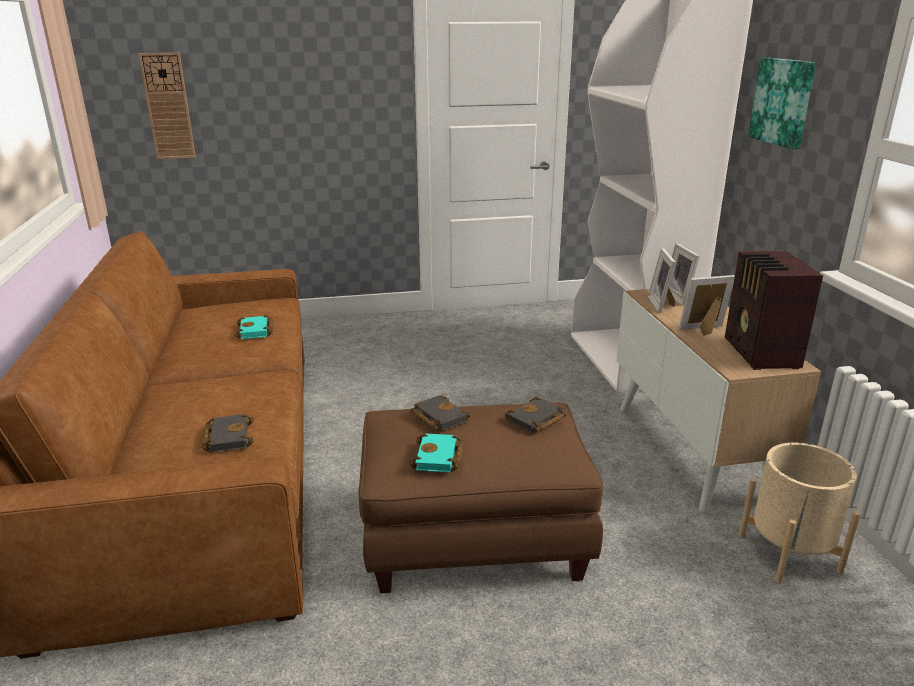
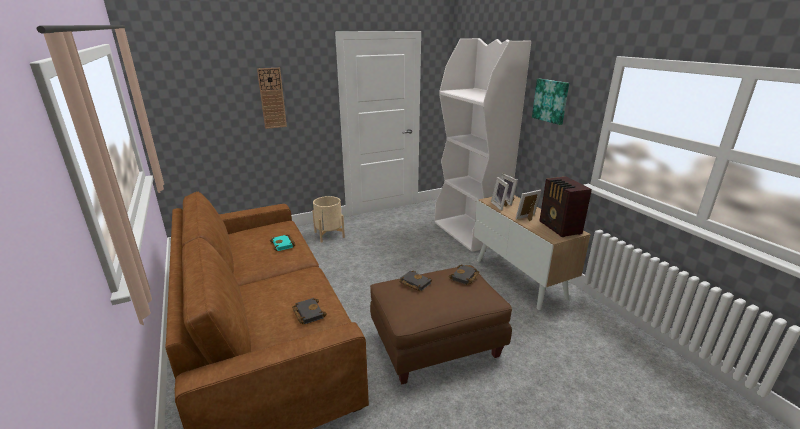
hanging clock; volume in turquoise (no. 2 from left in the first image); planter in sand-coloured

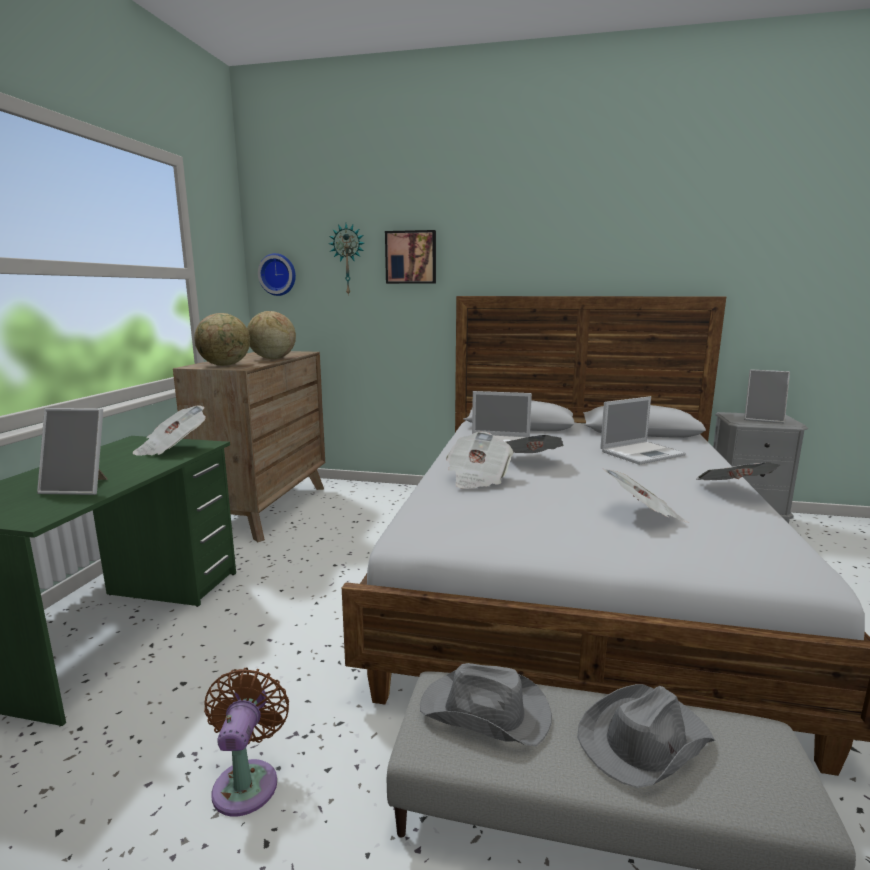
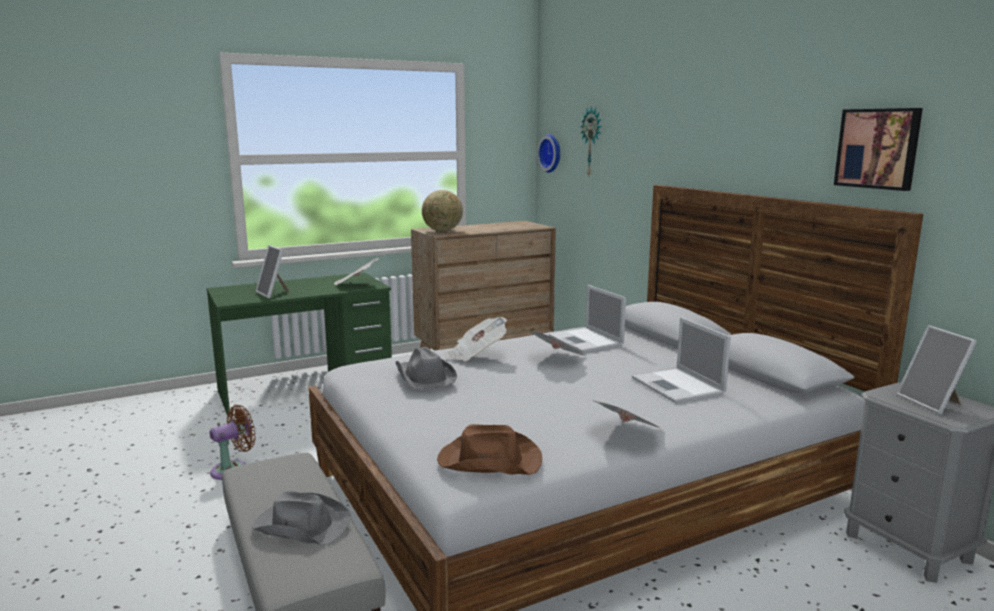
globe (no. 2 from left in the first image); picture; clothing hat in grey (no. 2 from left); portable computer (no. 2 from left); newspaper (no. 4 from left in the first image); clothing hat in brown-coloured

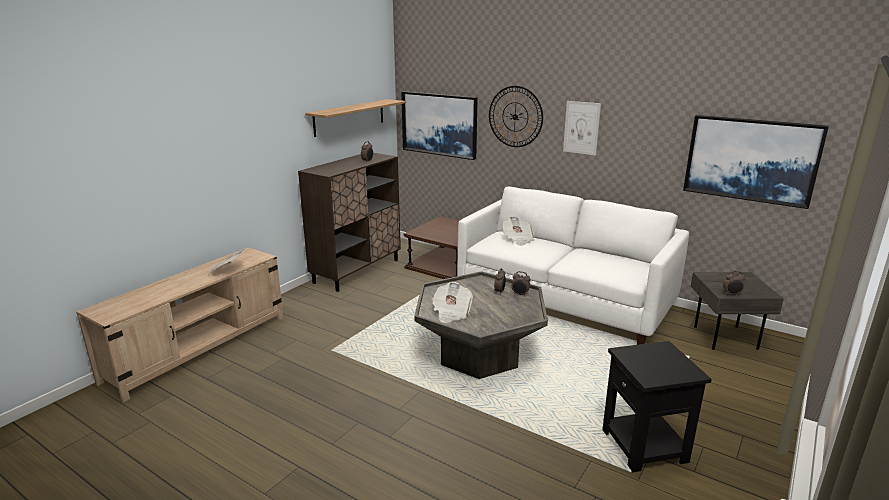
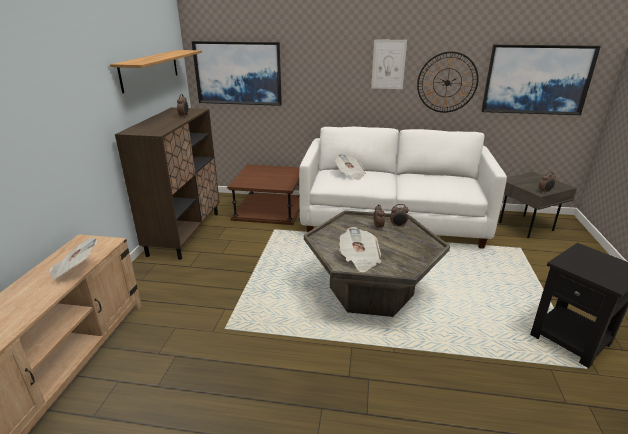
hanging clock

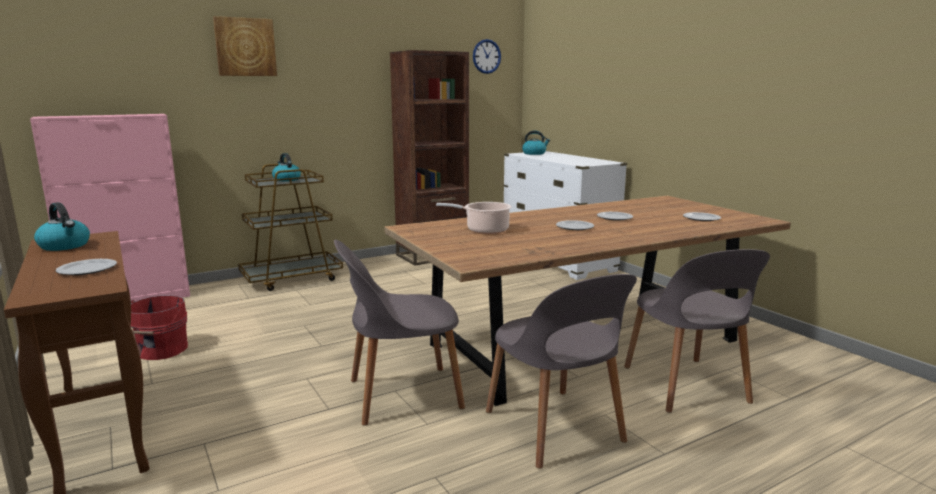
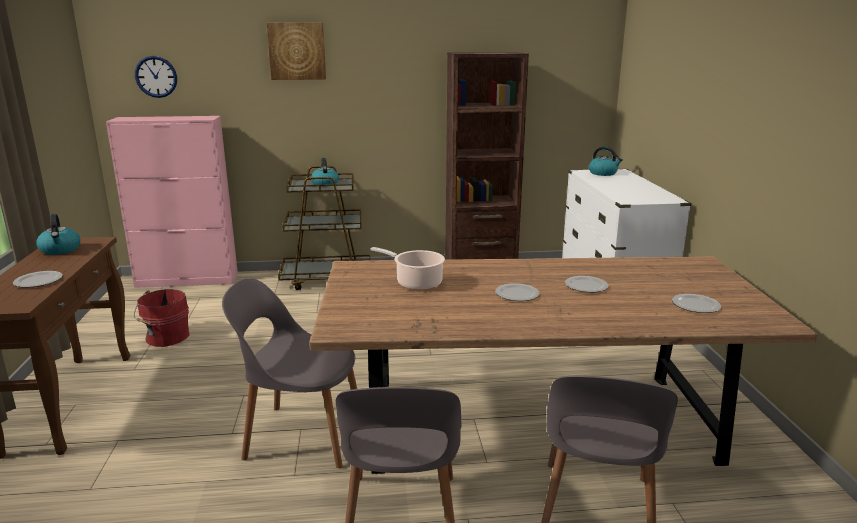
hanging clock

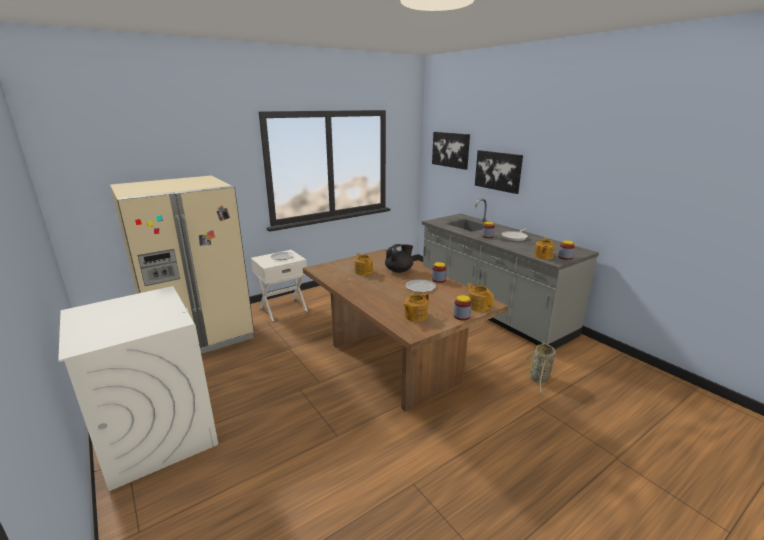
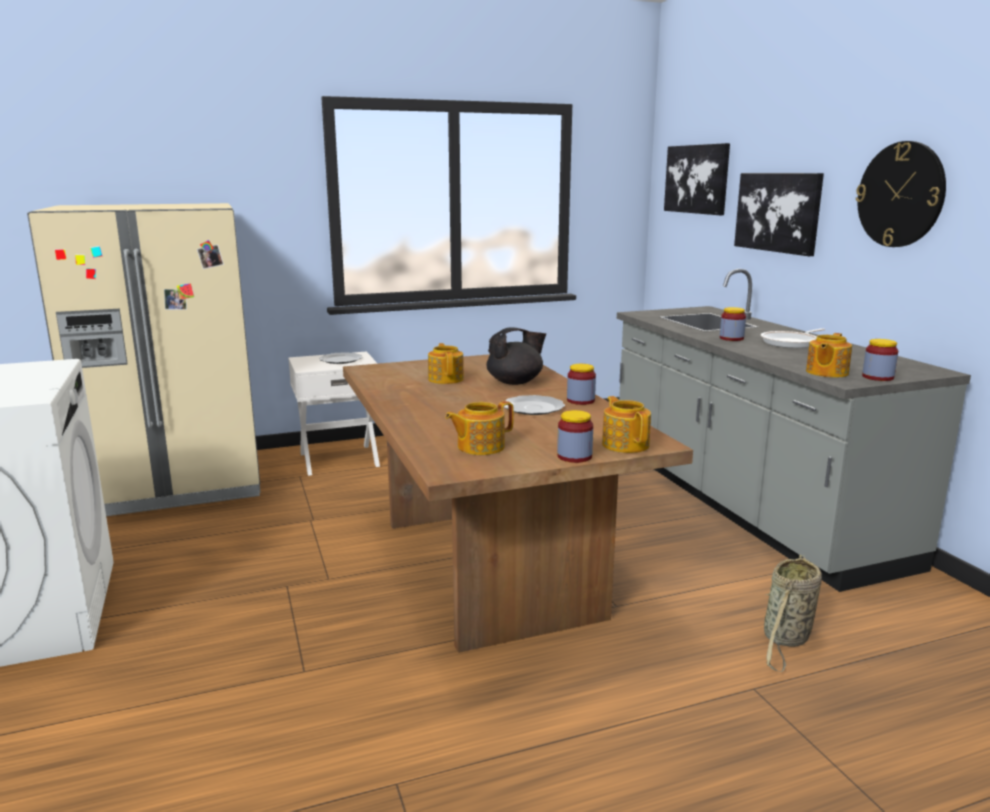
hanging clock

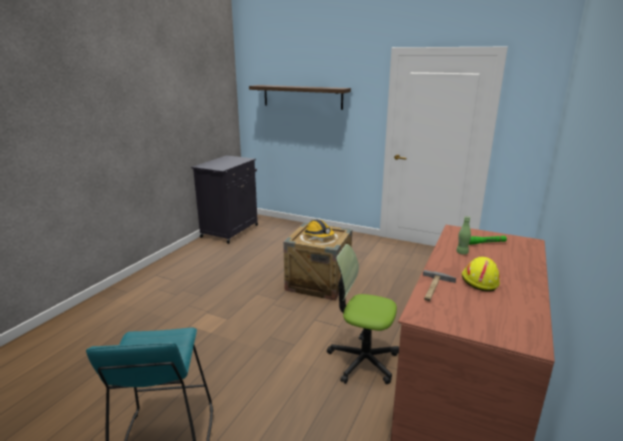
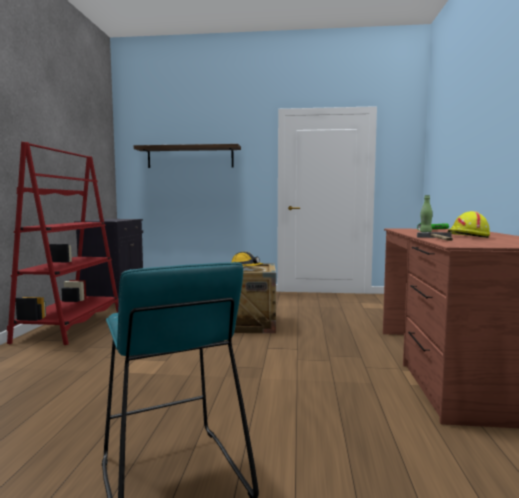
desk chair; bookcase in reddish

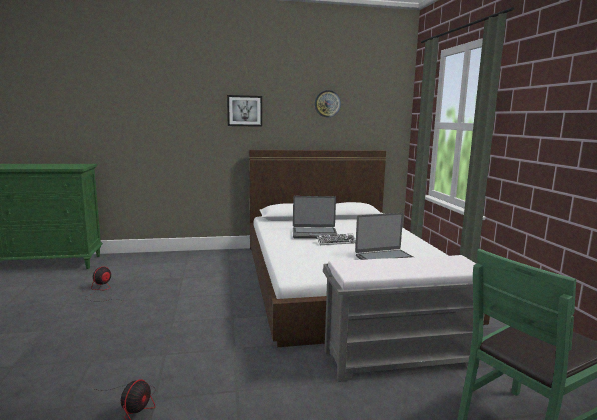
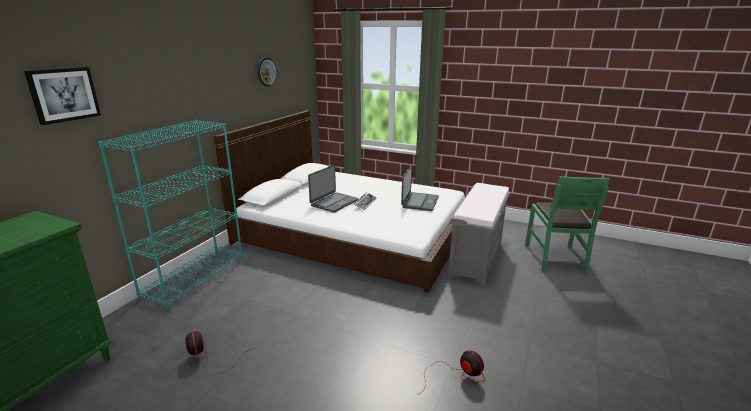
picture; bookcase in turquoise

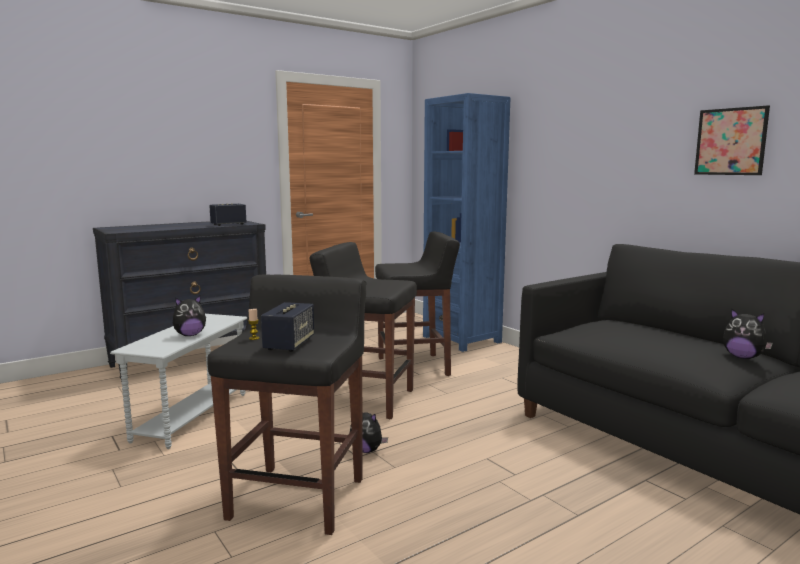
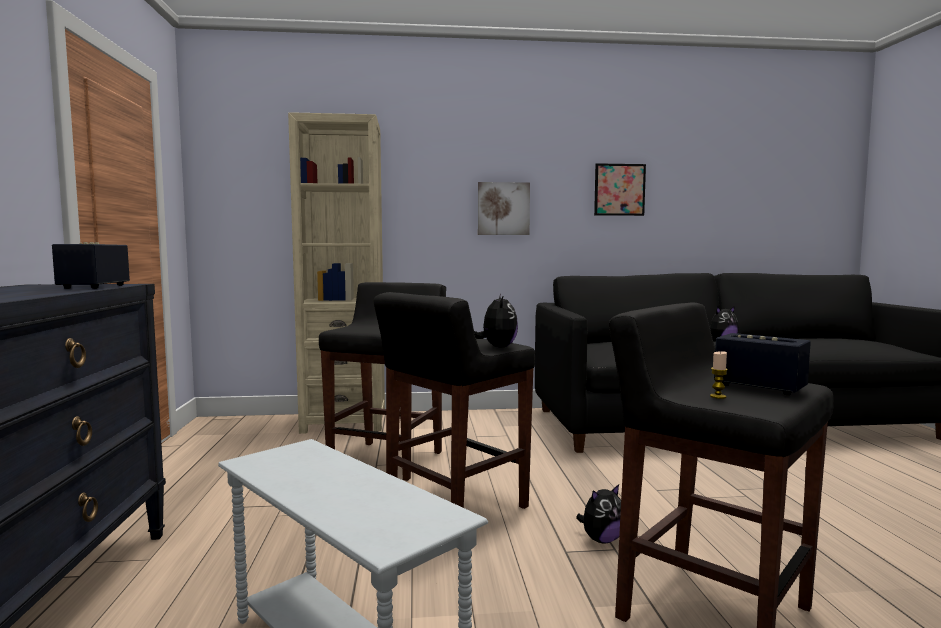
soft toy (no. 1 from left); bookcase in sand-coloured; picture (no. 1 from left)

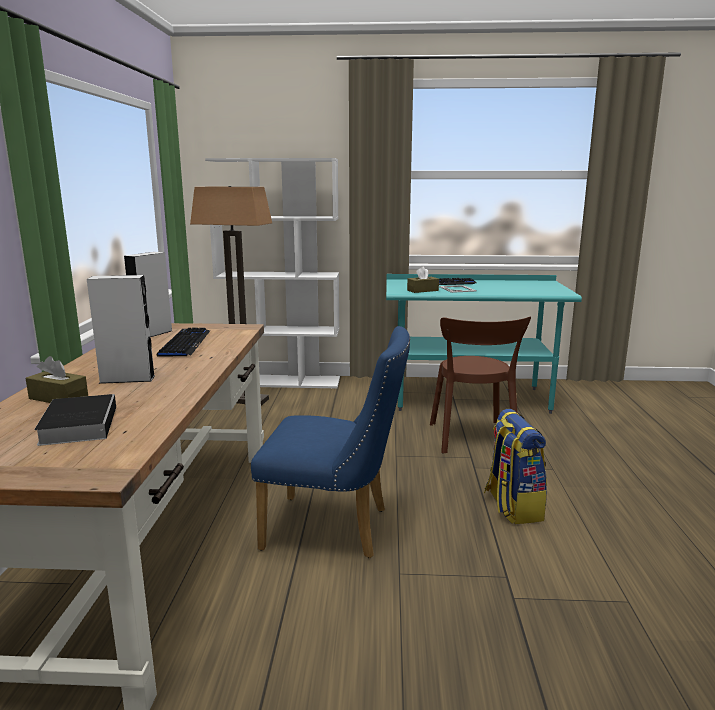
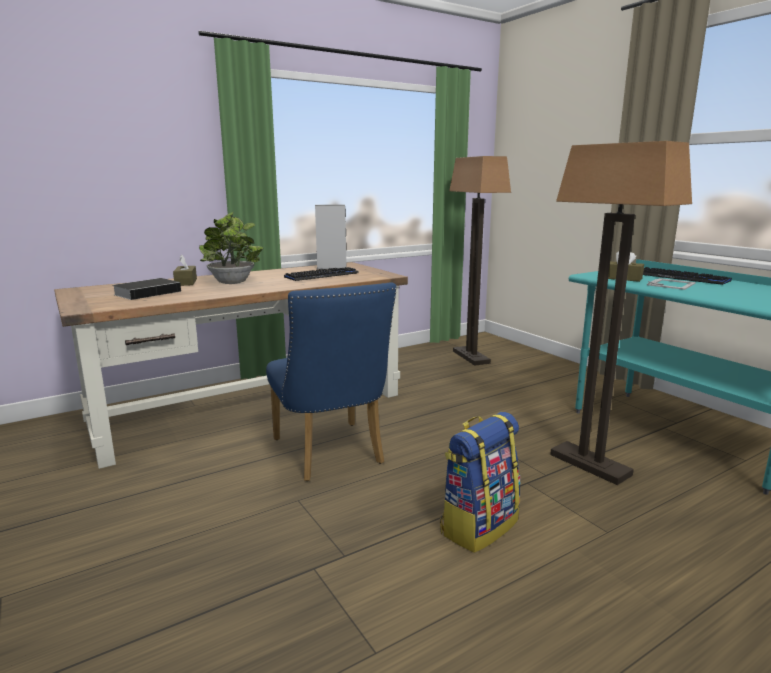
potted plant; bookcase in white-coloured; floor lamp (no. 2 from left)

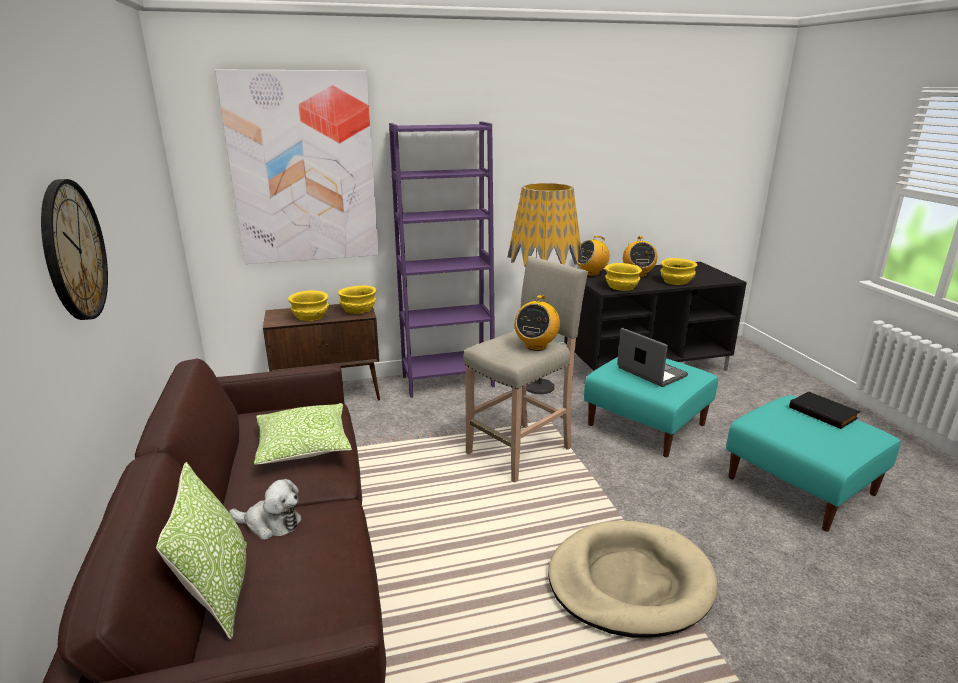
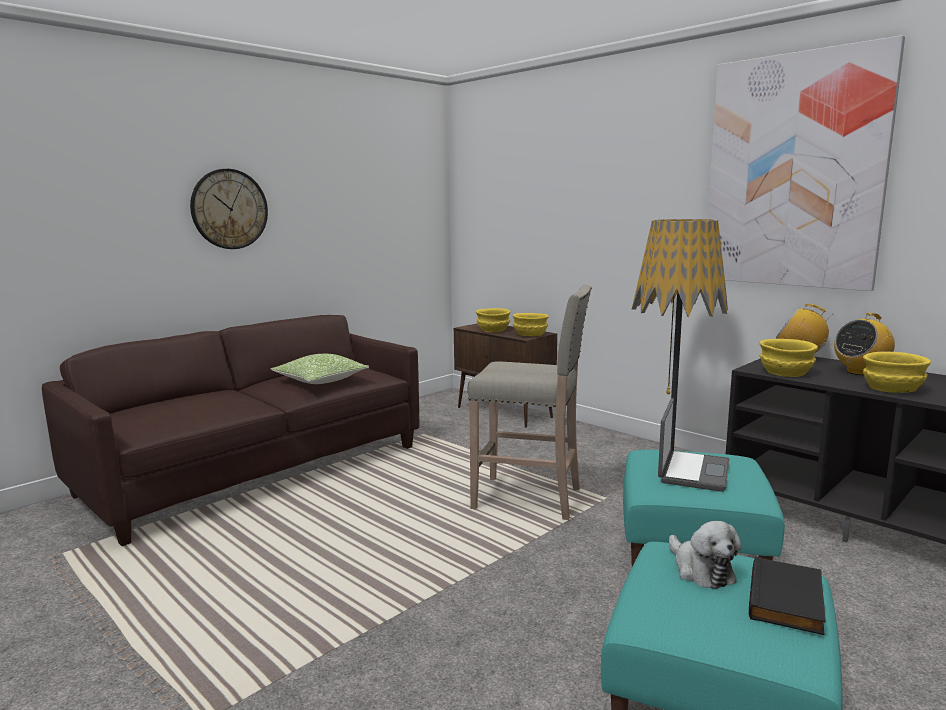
throw pillow (no. 1 from left in the first image); picture; soft toy; bookcase in purplish; radio set (no. 1 from left in the first image); dog cushion in sand-coloured

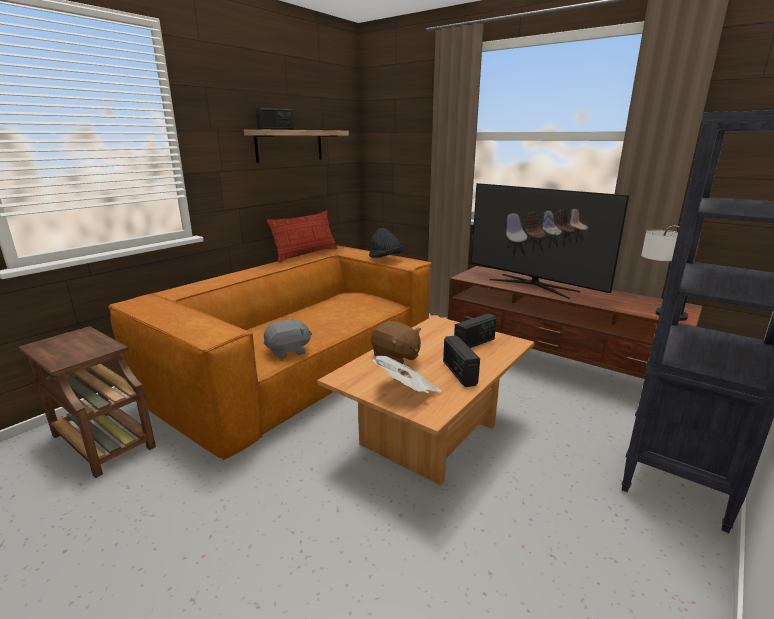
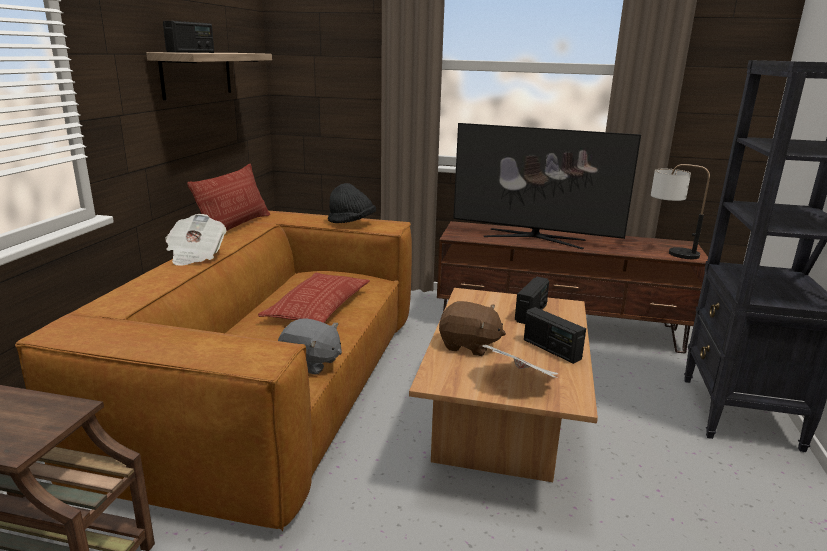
soft toy in grey; newspaper (no. 1 from left); throw pillow (no. 2 from left)

